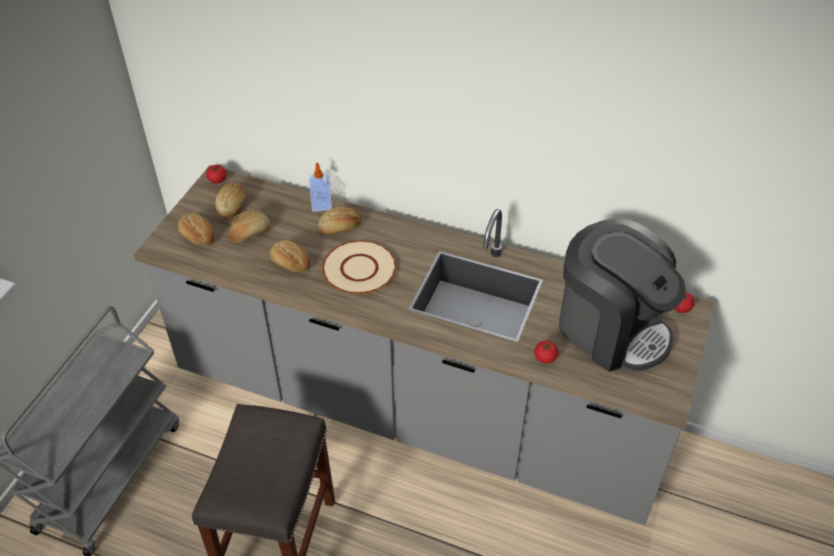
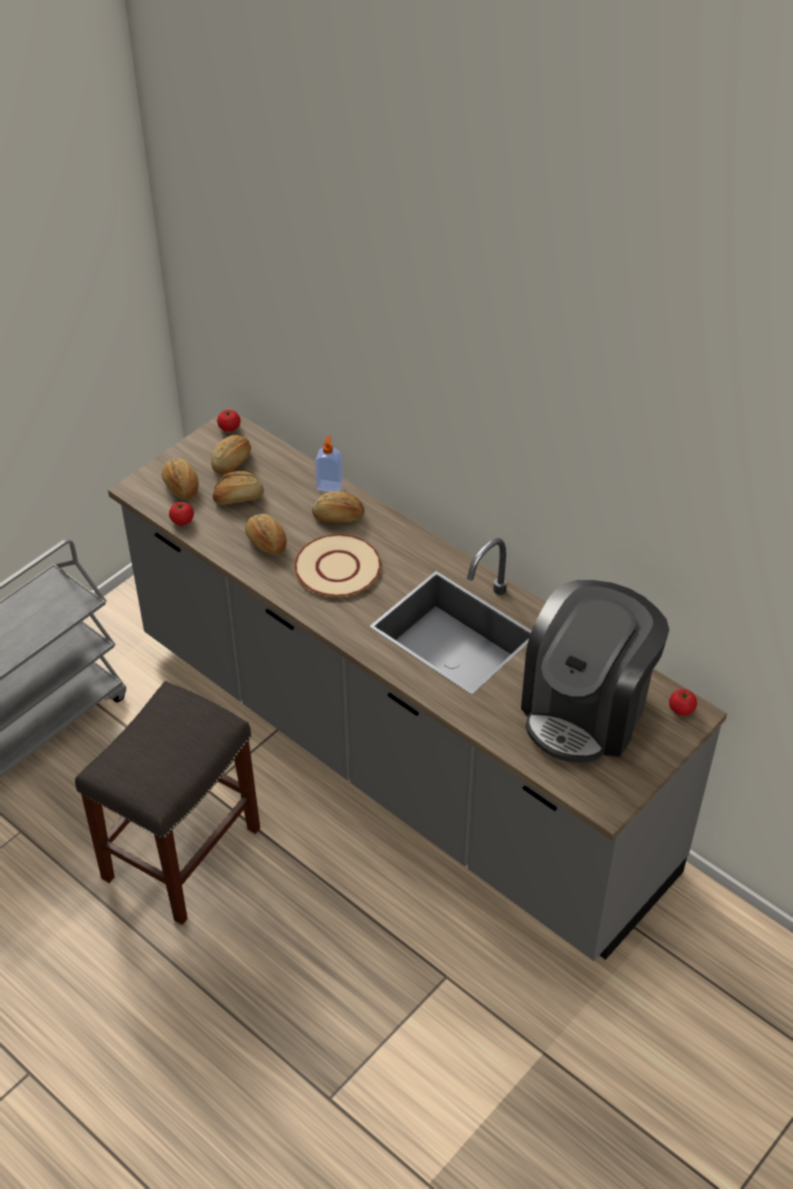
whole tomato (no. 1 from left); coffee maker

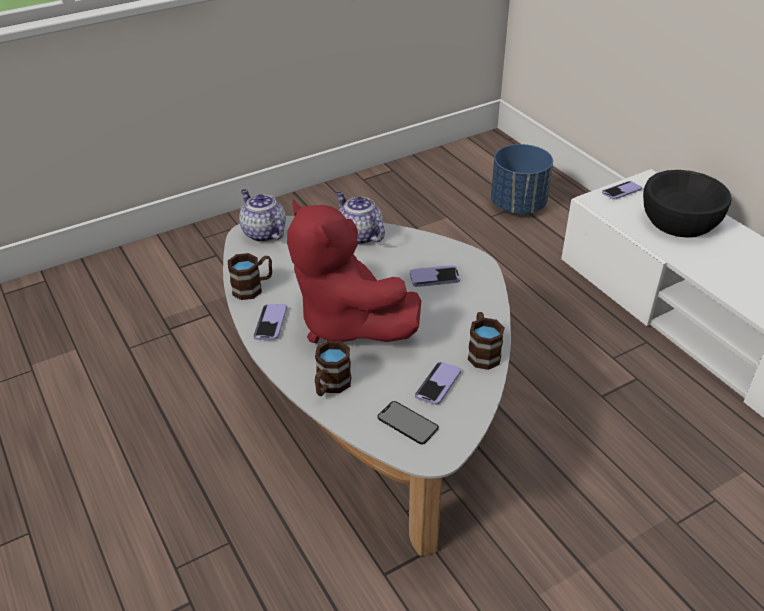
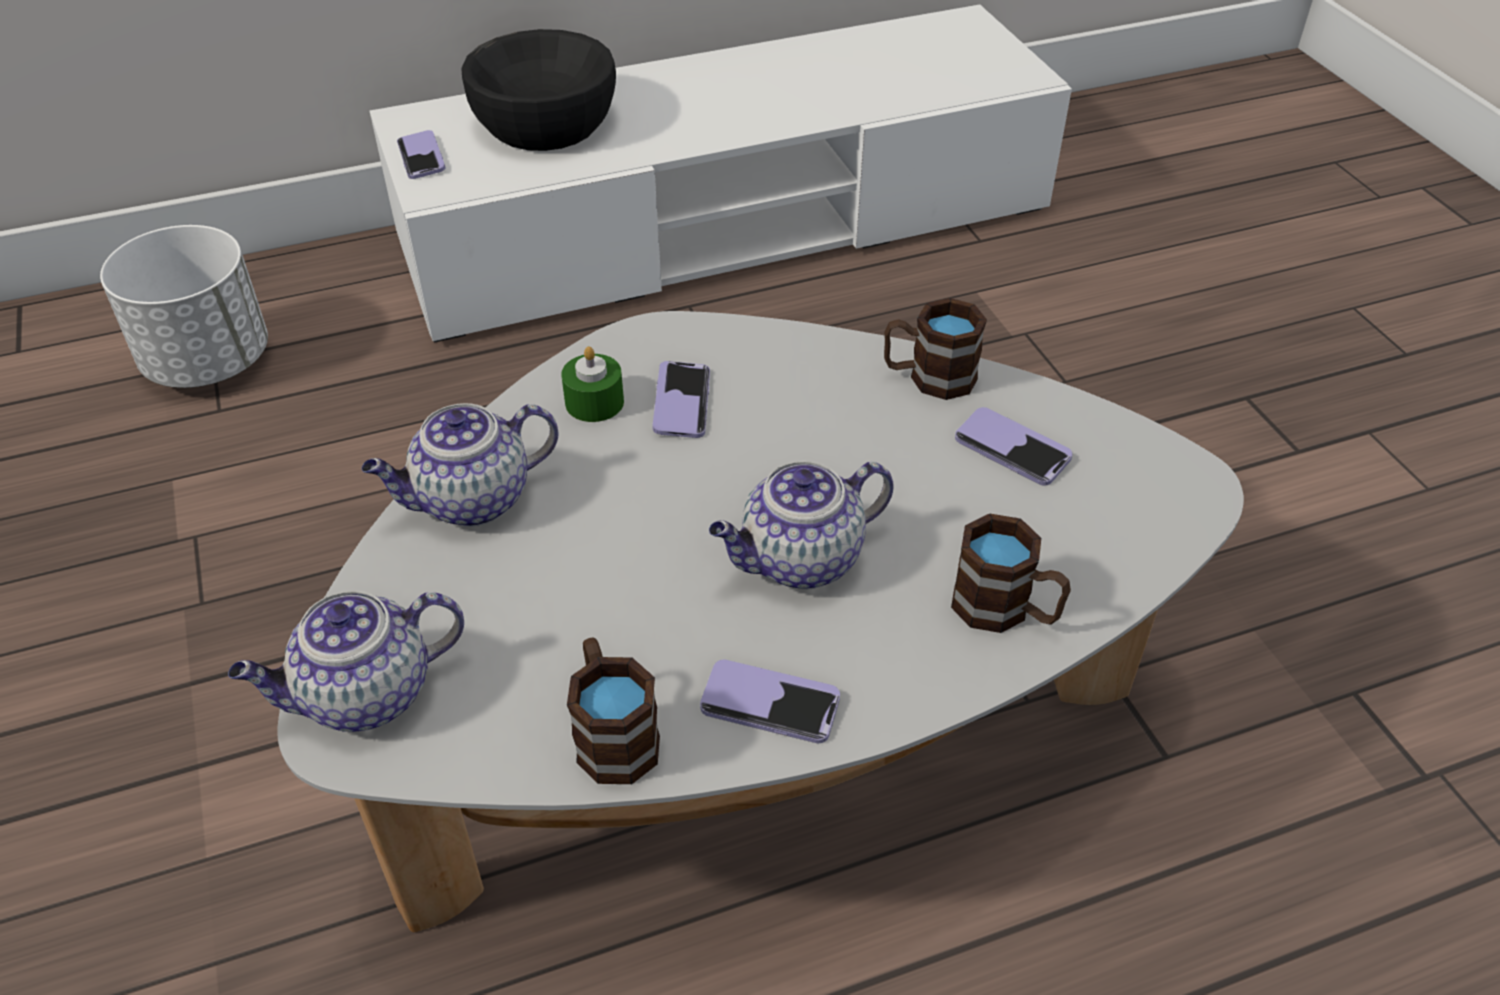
pot for tea (no. 3 from left); phone (no. 2 from left in the first image); planter in white-coloured; candle in green-coloured

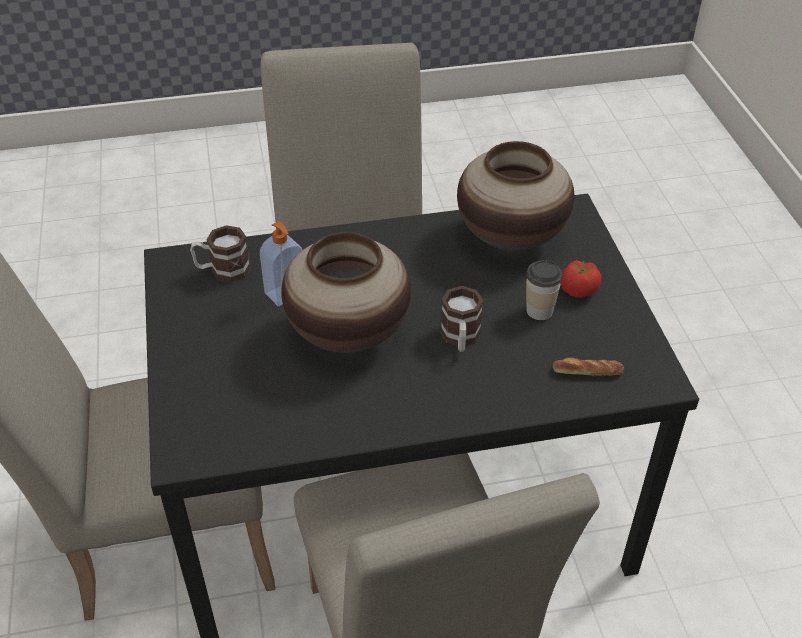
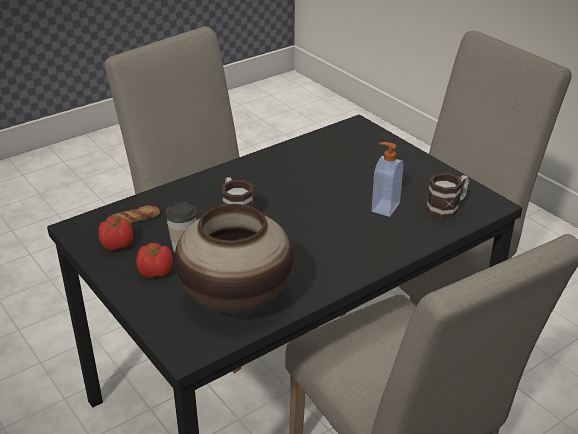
flower vase (no. 1 from left in the first image); whole tomato (no. 1 from left)

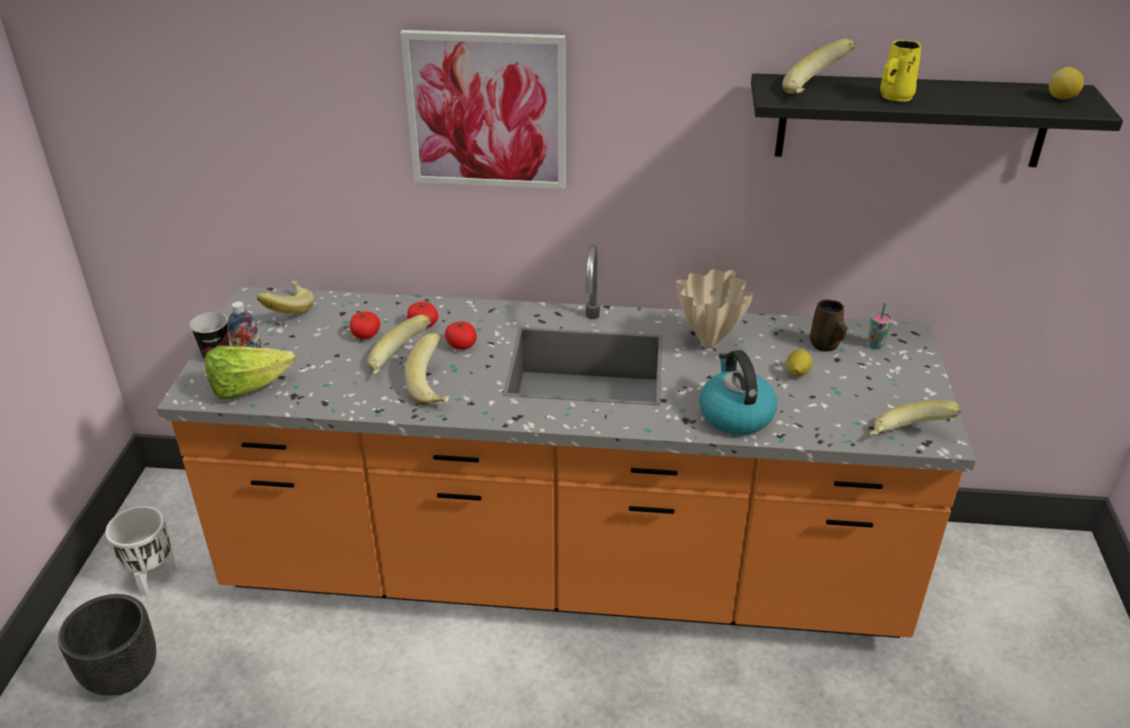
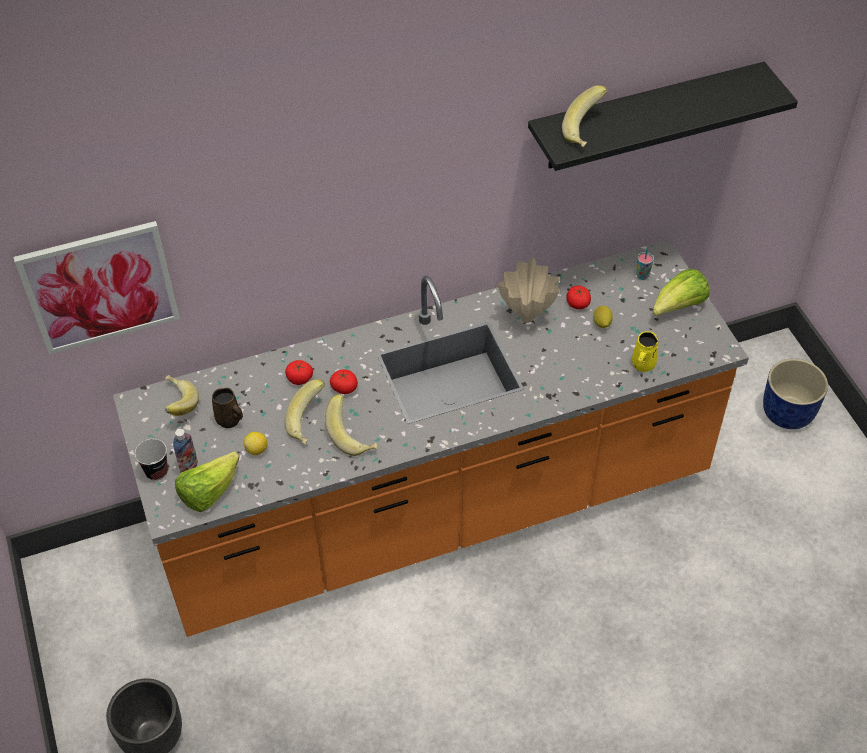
planter in white-coloured; whole tomato (no. 3 from left); picture; water kettle; coffee mug in brown-coloured; banana (no. 5 from left in the first image); coffee mug in yellow-coloured; citrus fruit (no. 1 from left); lettuce head (no. 2 from left); planter in bluish

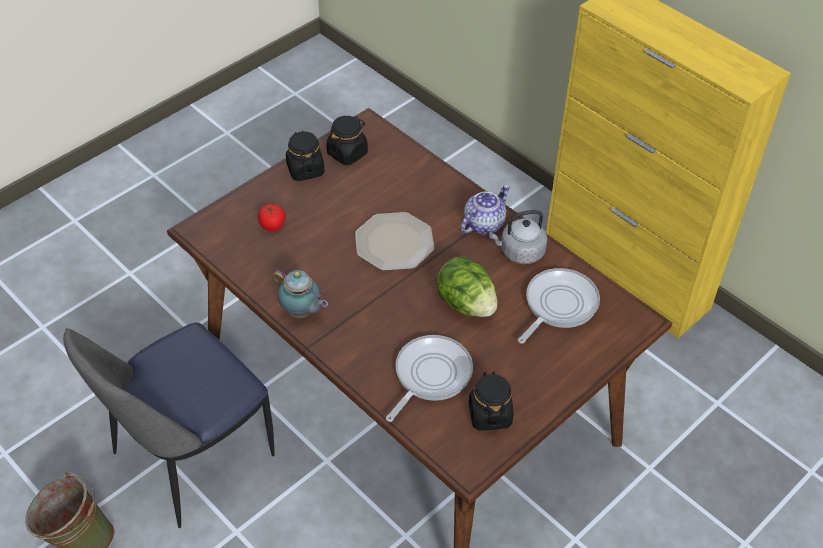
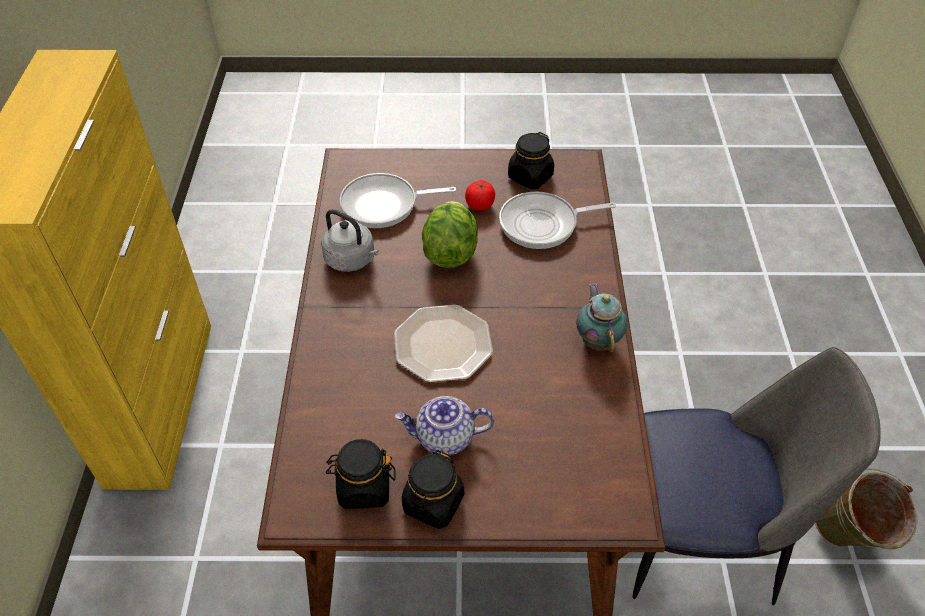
whole tomato; pot for tea (no. 1 from left)

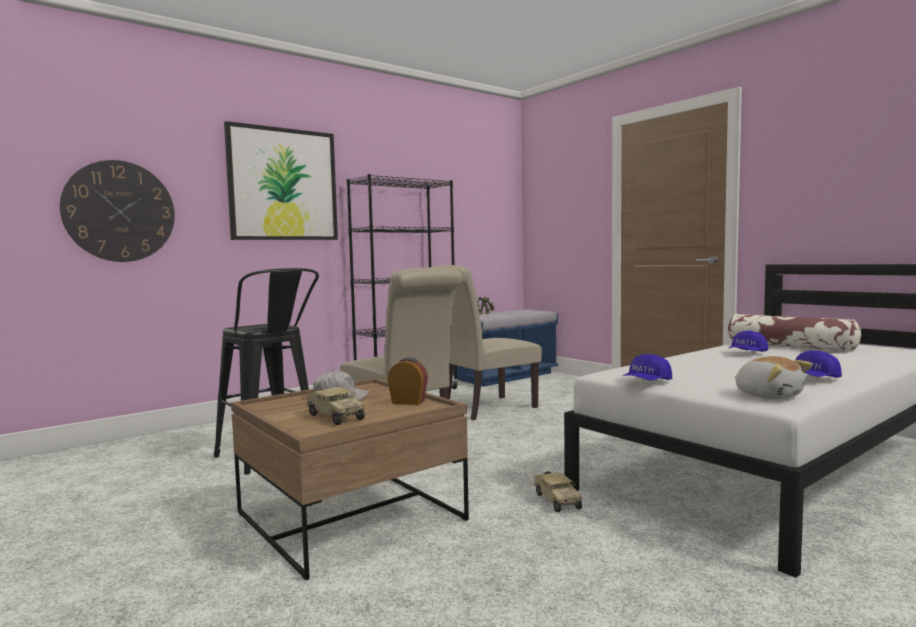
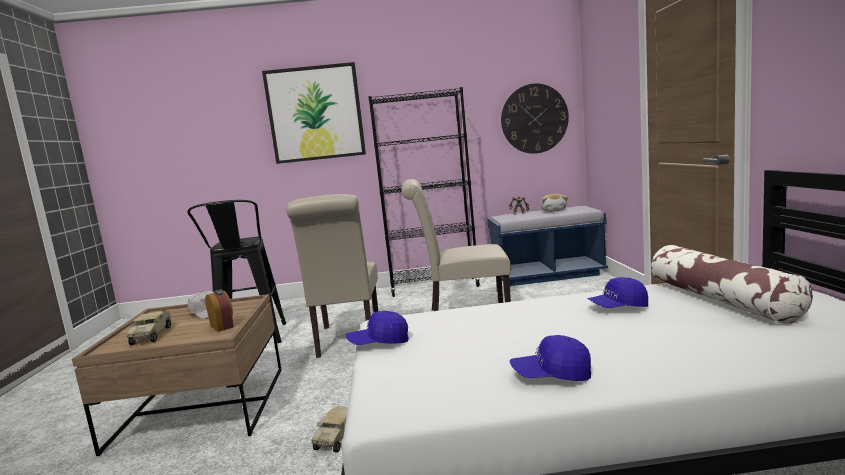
hanging clock; soft toy

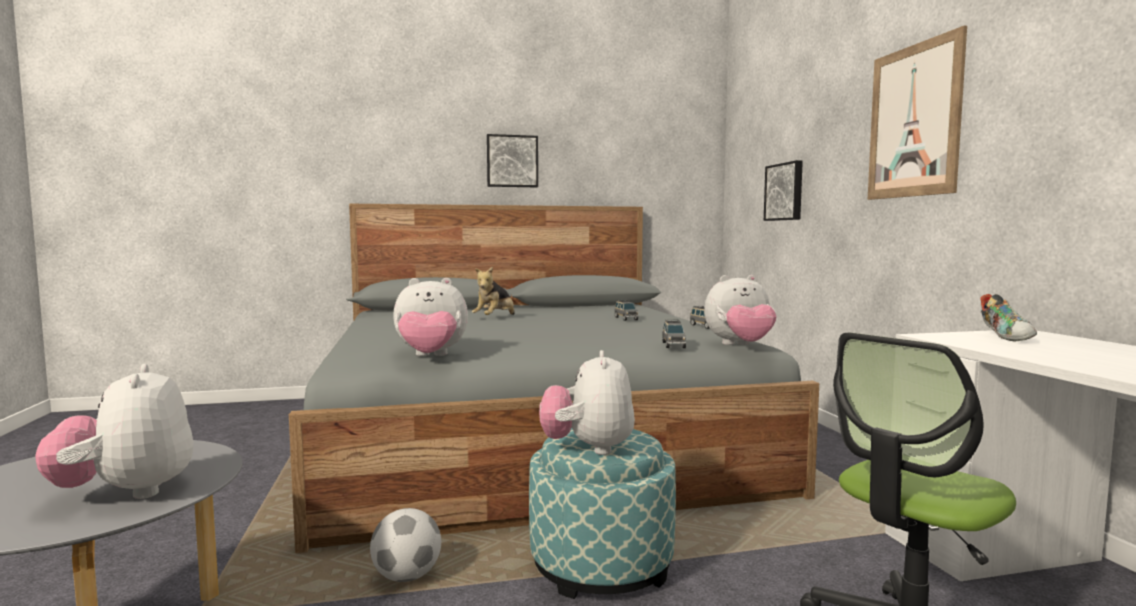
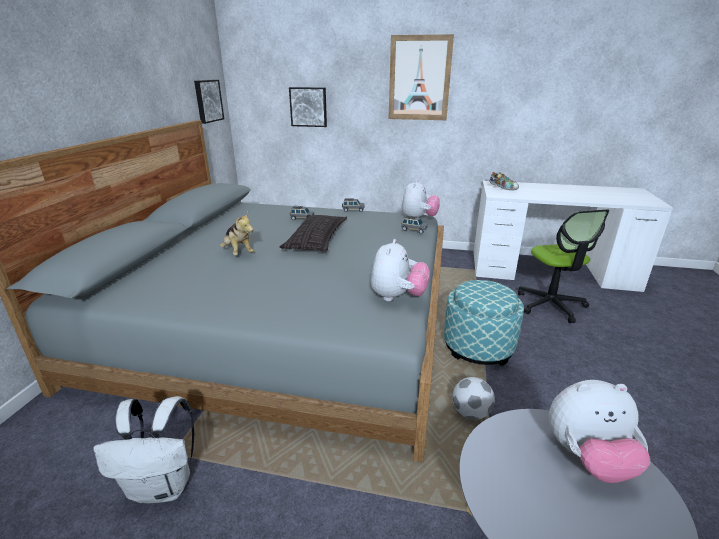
picture (no. 1 from left); soft toy (no. 4 from left in the first image); knapsack in white-coloured; throw pillow

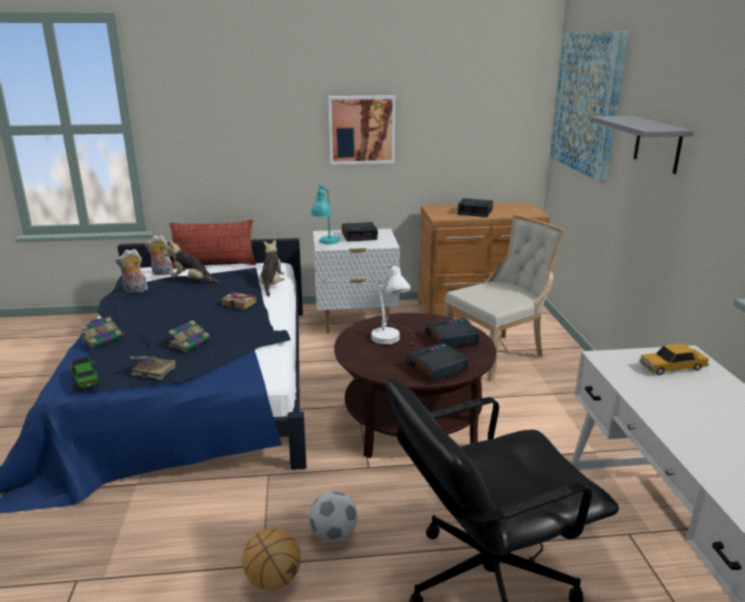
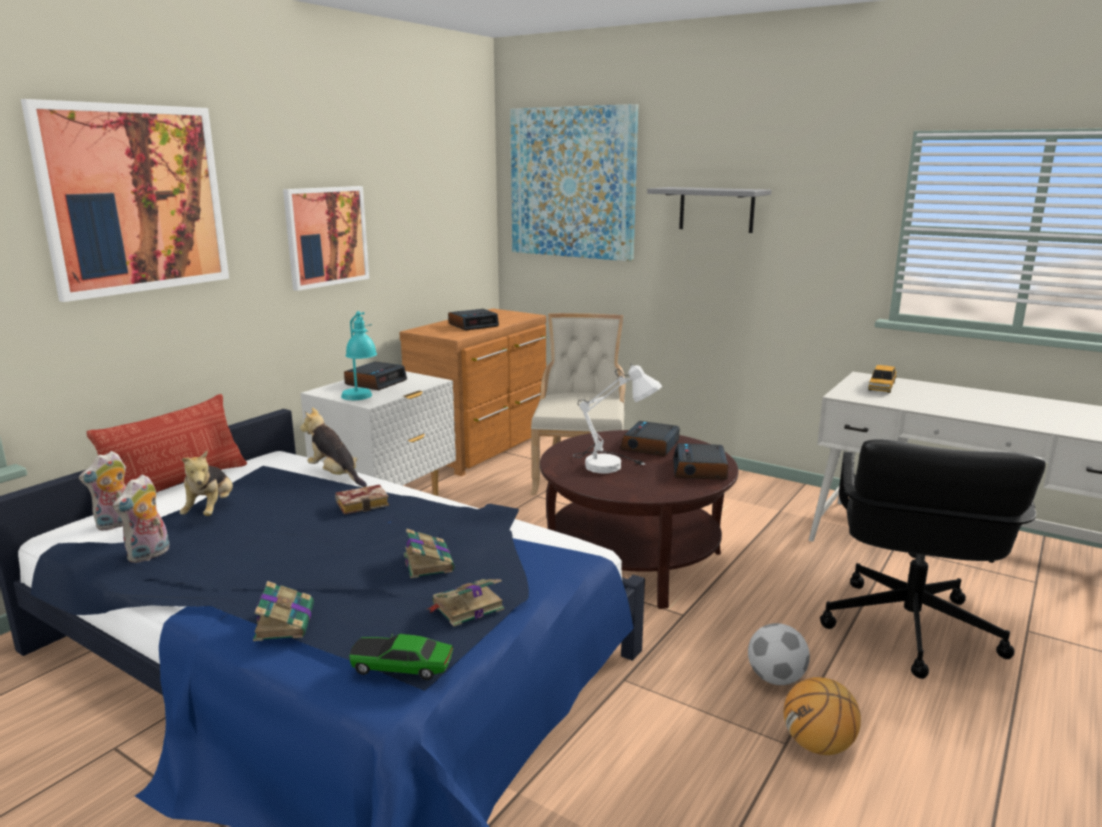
soft toy (no. 3 from left); picture (no. 1 from left)

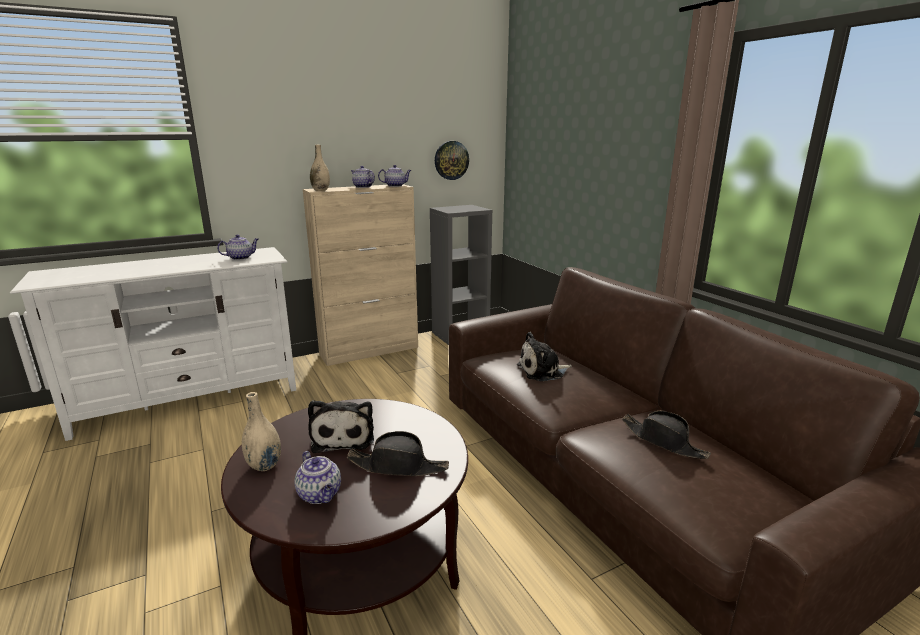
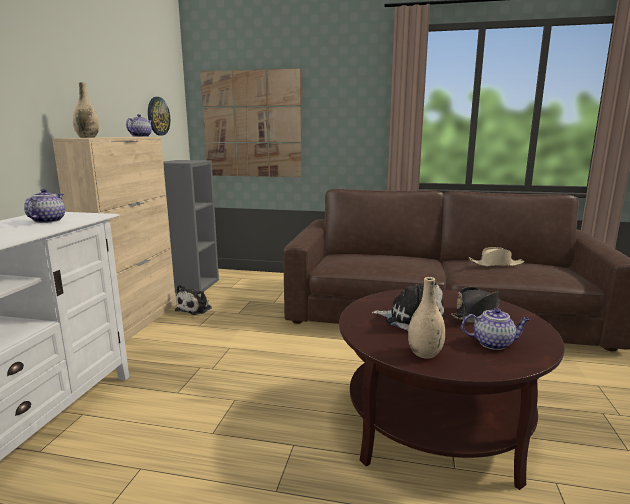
pot for tea (no. 3 from left in the first image); soft toy (no. 1 from left); clothing hat in sand-coloured; picture

